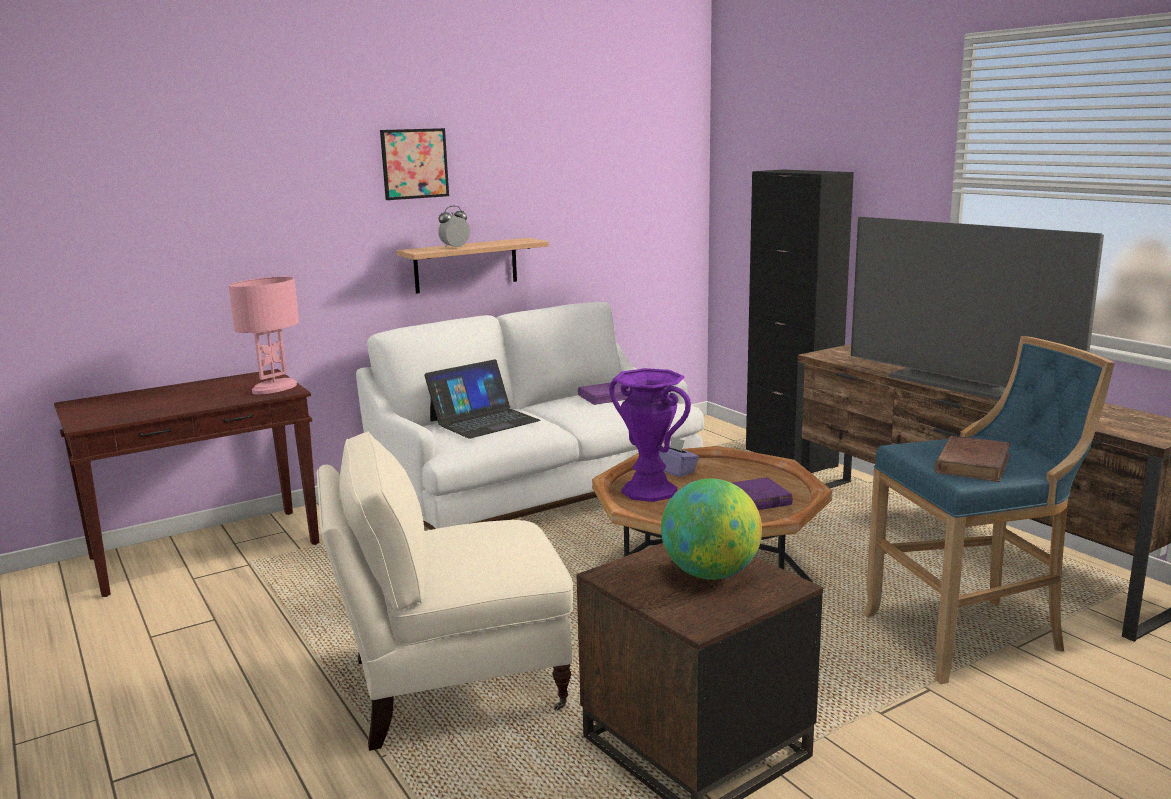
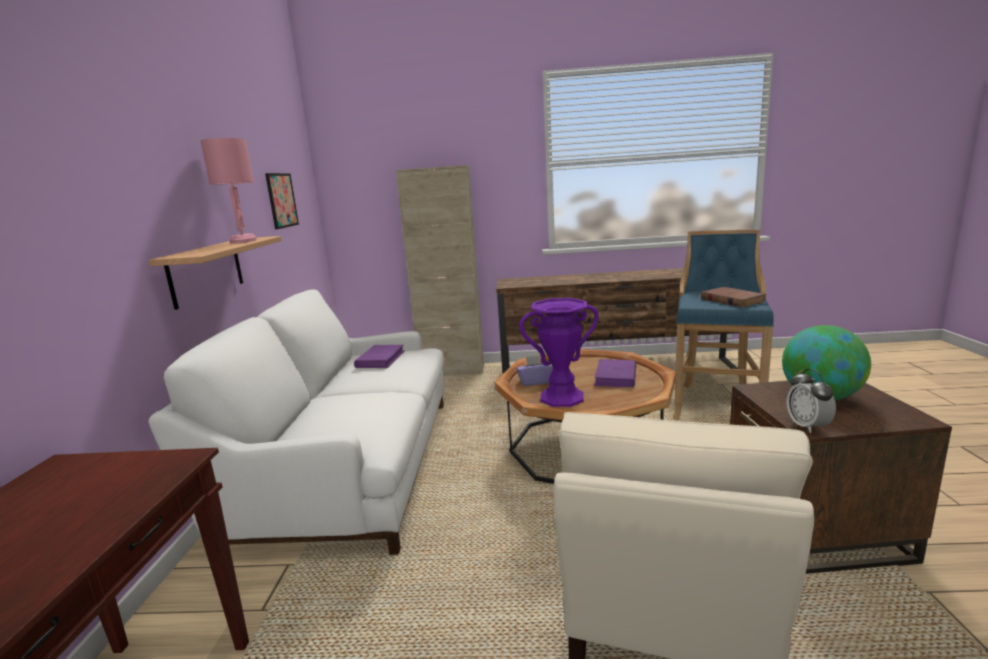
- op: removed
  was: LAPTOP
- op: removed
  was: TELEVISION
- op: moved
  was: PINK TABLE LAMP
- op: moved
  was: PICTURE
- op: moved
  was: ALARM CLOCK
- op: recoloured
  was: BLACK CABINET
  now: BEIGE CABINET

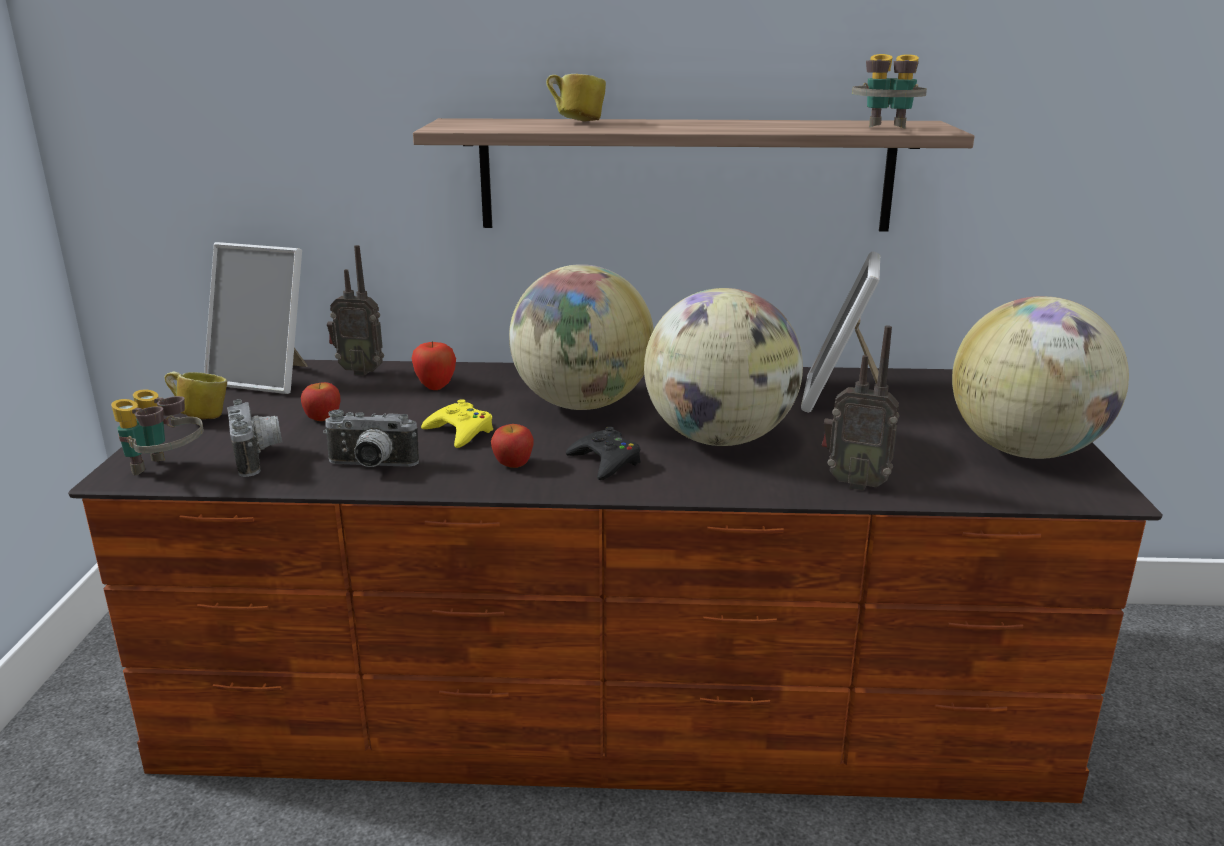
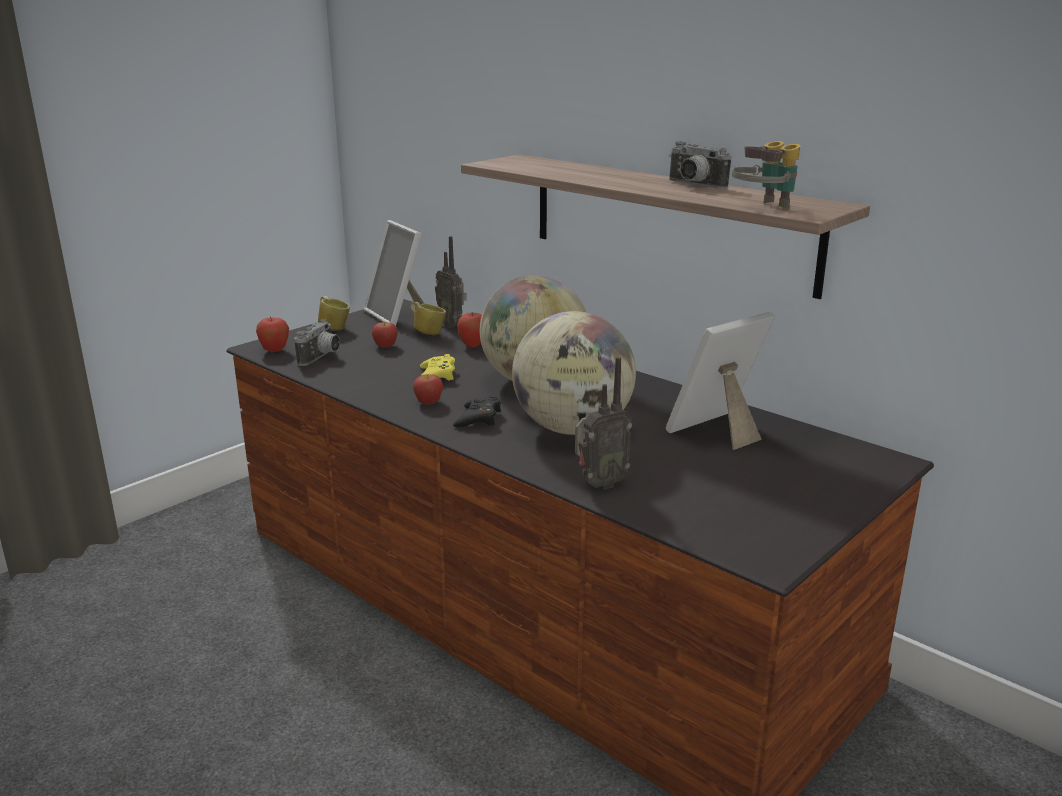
- op: removed
  was: GLOBE (3rd from left)
- op: moved
  was: PHOTO CAMERA (2nd from left)
- op: moved
  was: MUG (2nd from left)
- op: replaced
  was: BINOCULARS (1st from left)
  now: APPLE (1st from left)
- op: turned
  was: RADIO (2nd from left)
  clockwise: -90

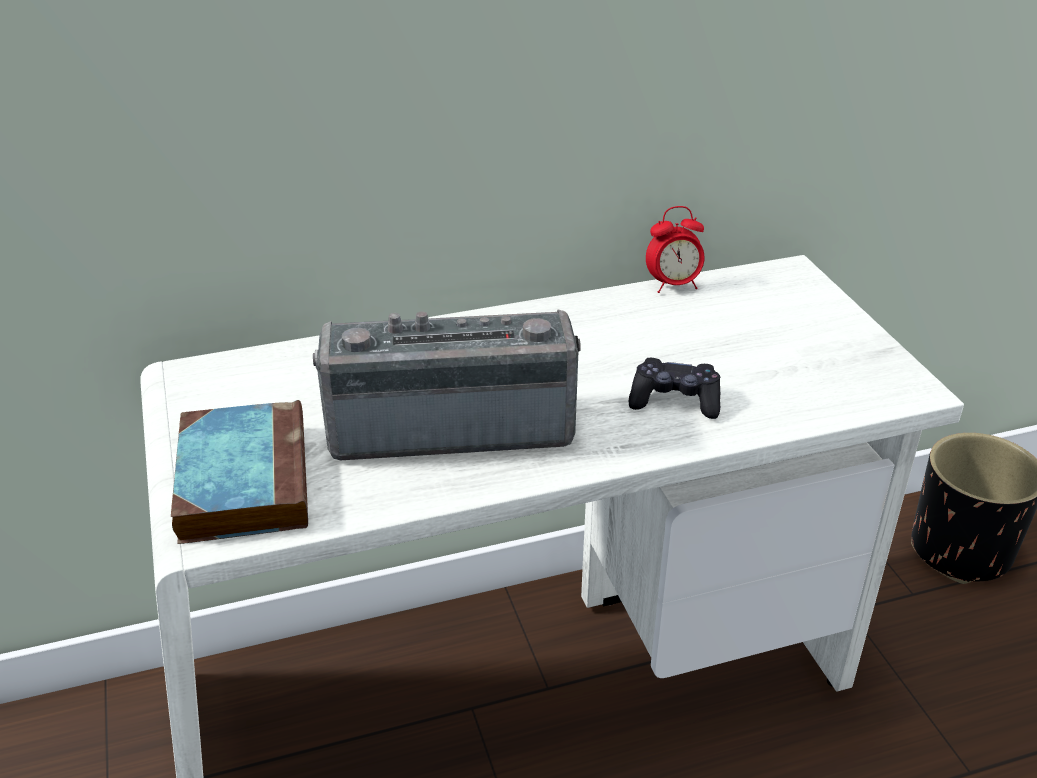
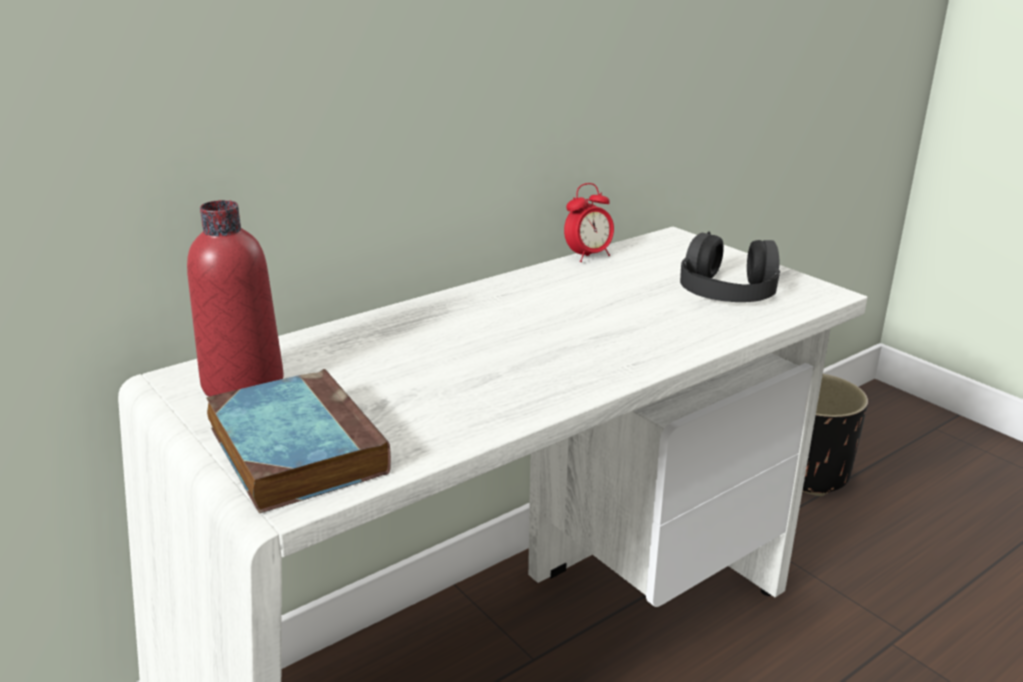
- op: removed
  was: RADIO
- op: removed
  was: BLACK GAME CONTROLLER
- op: added
  now: RED BOTTLE
- op: added
  now: BLACK HEADPHONES

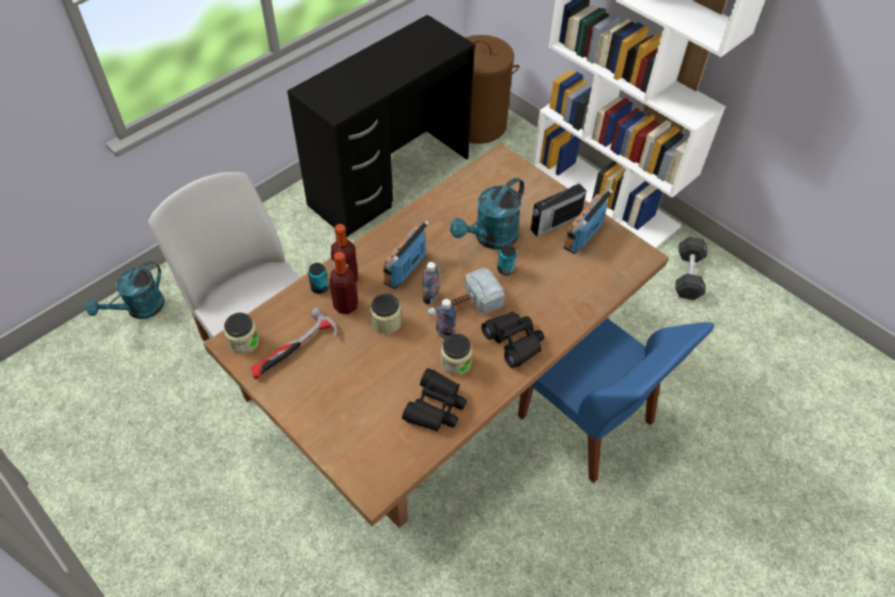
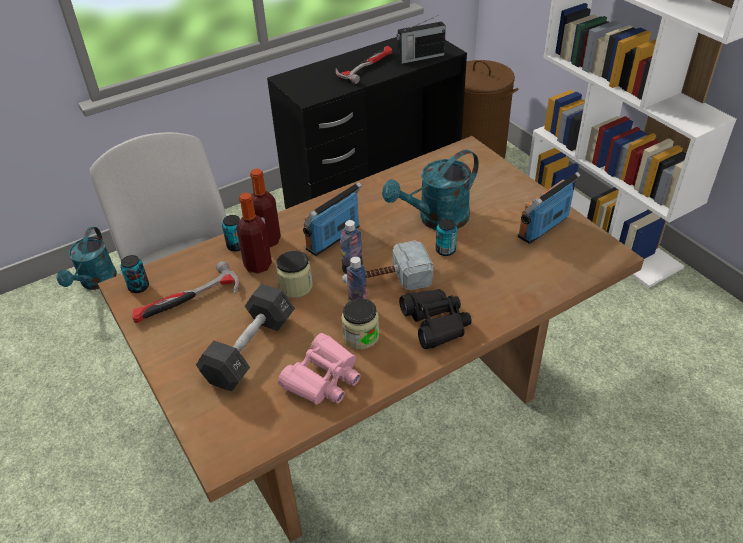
- op: removed
  was: BLUE CHAIR
- op: added
  now: HAMMER (2nd from left)
- op: moved
  was: RADIO (2nd from left)
- op: moved
  was: BLACK DUMBBELL
- op: replaced
  was: JAR (1st from left)
  now: CAN (1st from left)
- op: recoloured
  was: BLACK BINOCULARS (1st from left)
  now: PINK BINOCULARS
- op: turned
  was: TURQUOISE WATERING CAN (1st from left)
  clockwise: -45

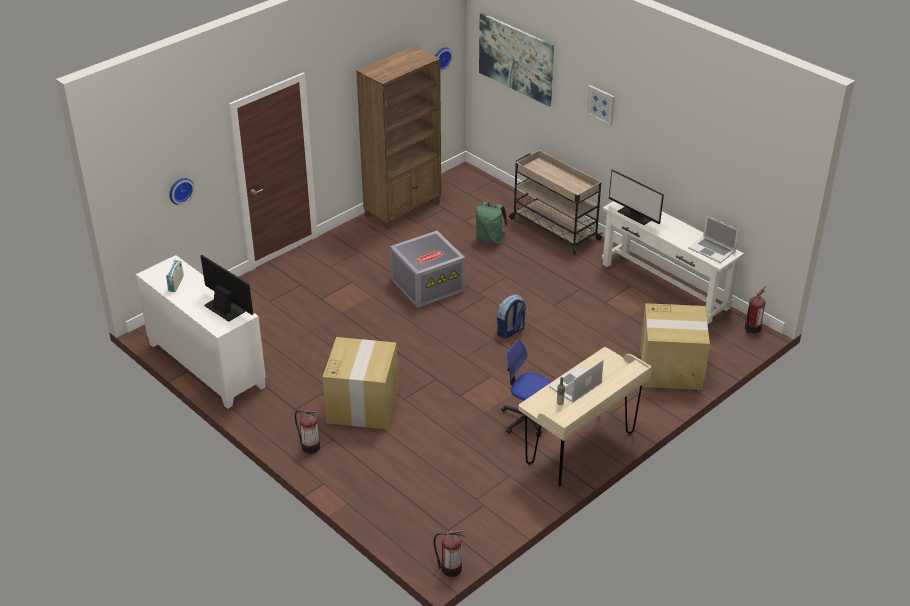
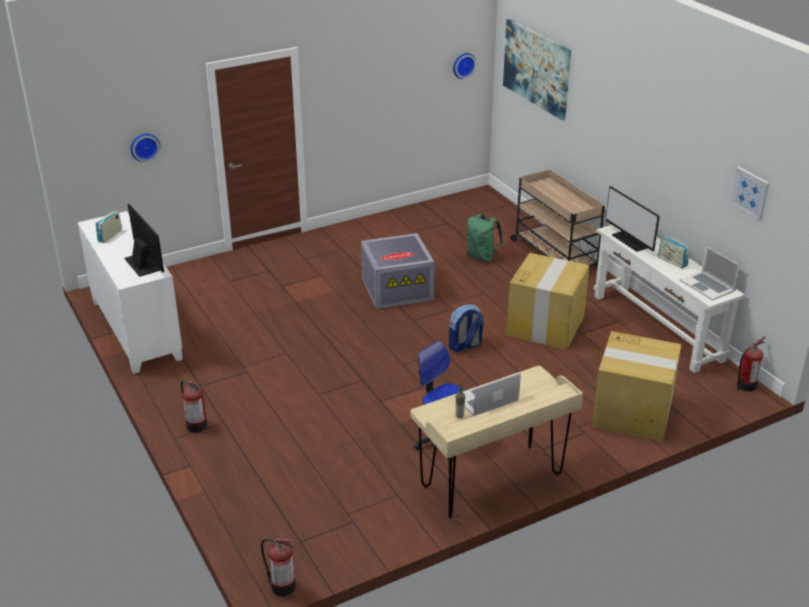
- op: removed
  was: BROWN BOOKCASE
- op: added
  now: RADIO (2nd from left)
- op: moved
  was: CARDBOARD BOX (1st from left)
- op: moved
  was: PICTURE (2nd from left)

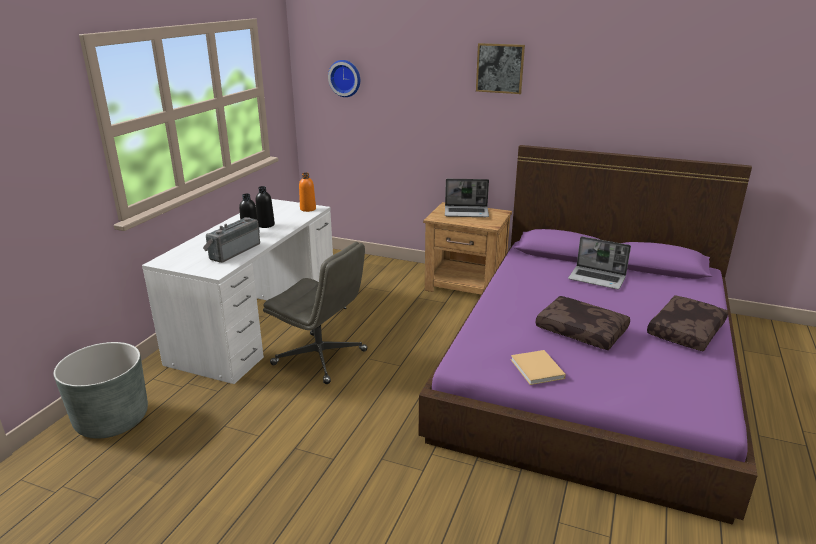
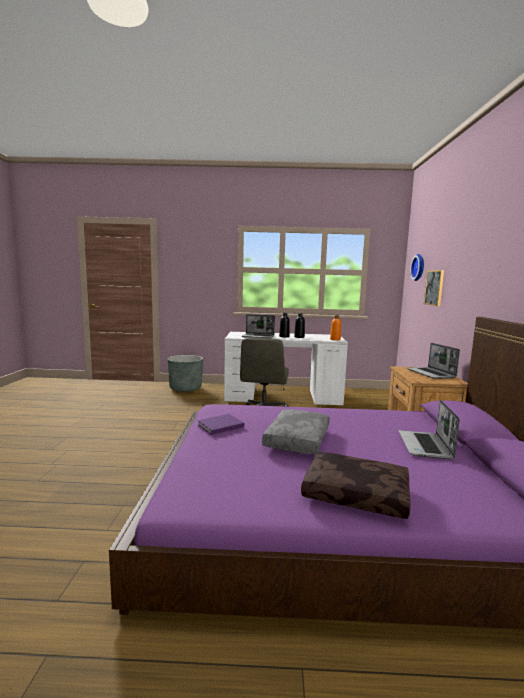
- op: moved
  was: PICTURE
- op: replaced
  was: RADIO
  now: LAPTOP (1st from left)
- op: recoloured
  was: BEIGE BOOK
  now: PURPLE BOOK
- op: recoloured
  was: BROWN PILLOW (1st from left)
  now: GREY PILLOW

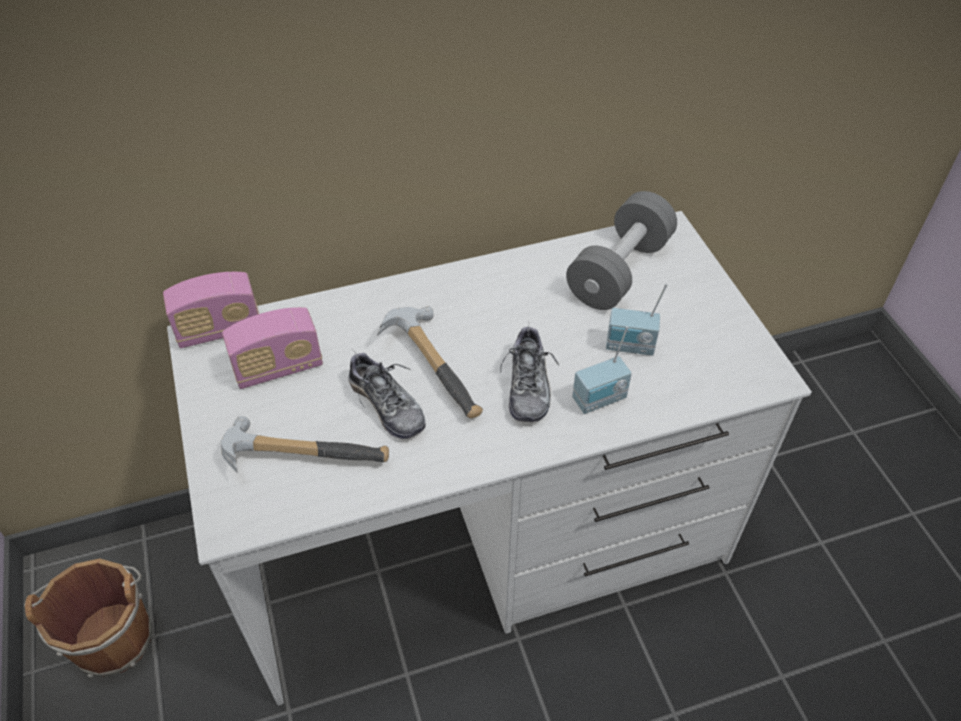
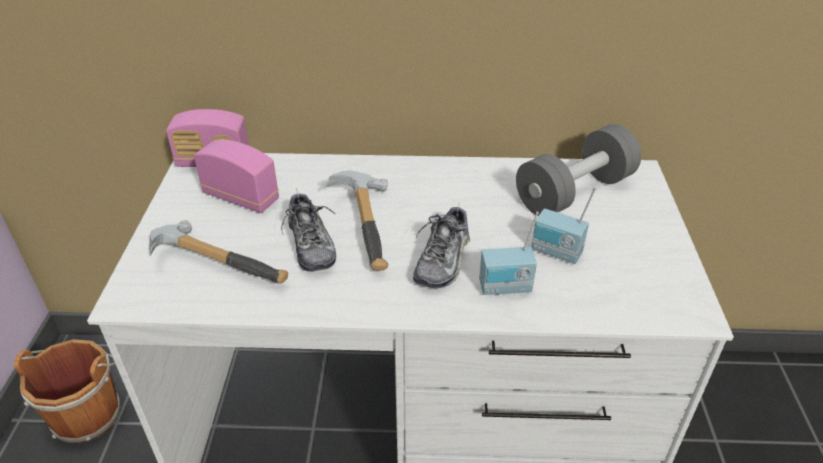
- op: turned
  was: RADIO (2nd from left)
  clockwise: -150

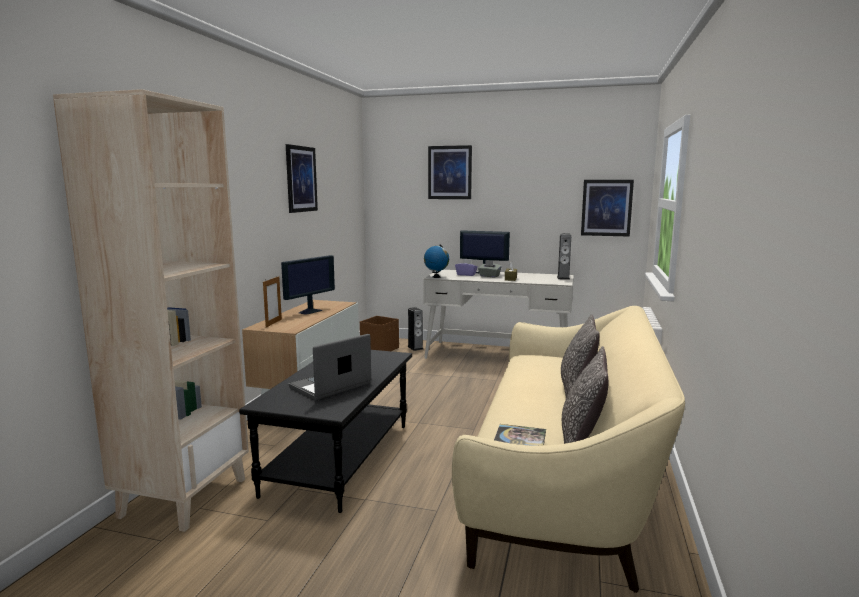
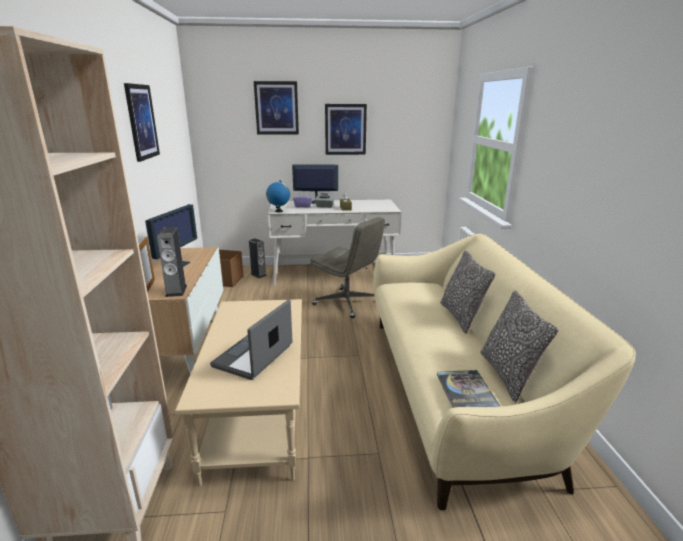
- op: added
  now: GREY OFFICE CHAIR
- op: moved
  was: SPEAKER (2nd from left in the first image)
  now: SPEAKER (1st from left)
- op: moved
  was: PICTURE (3rd from left)
- op: recoloured
  was: BLACK COFFEE TABLE
  now: BEIGE COFFEE TABLE

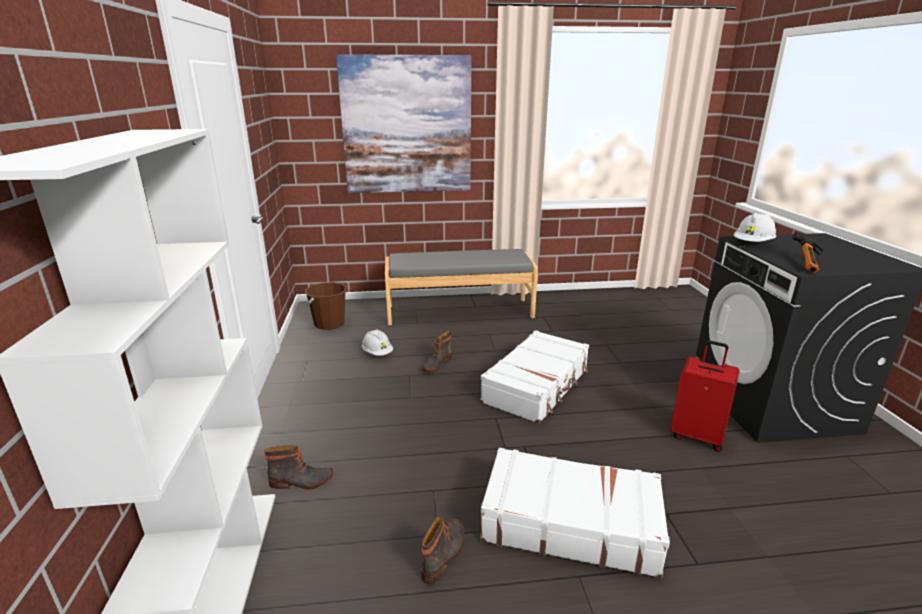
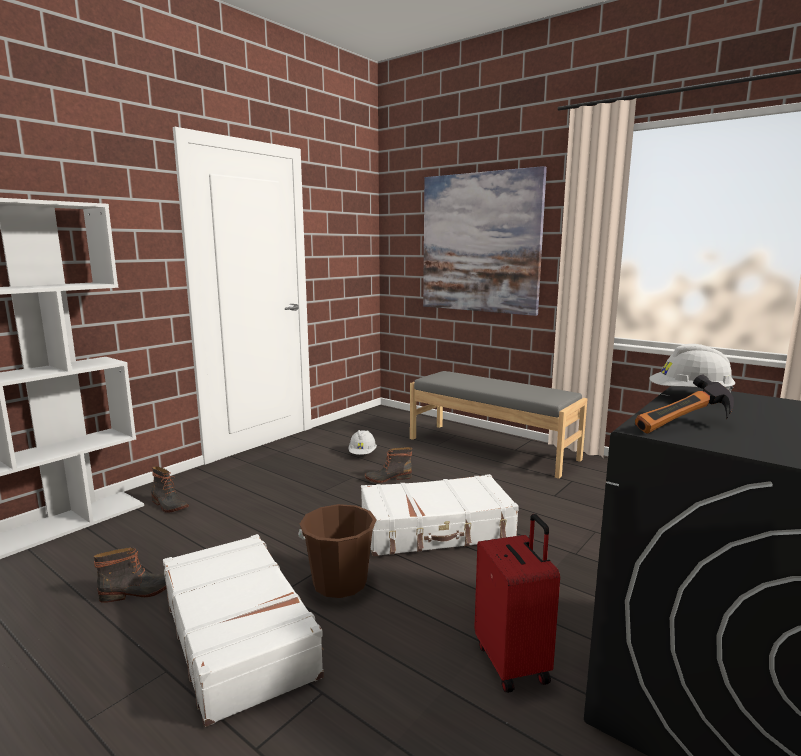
- op: moved
  was: BROWN BUCKET

